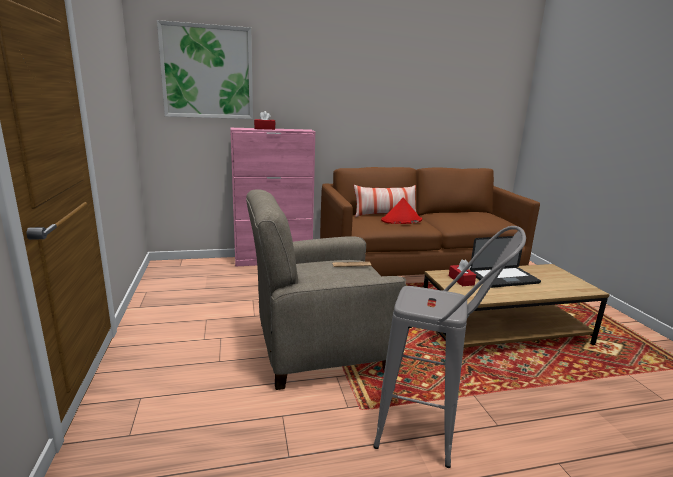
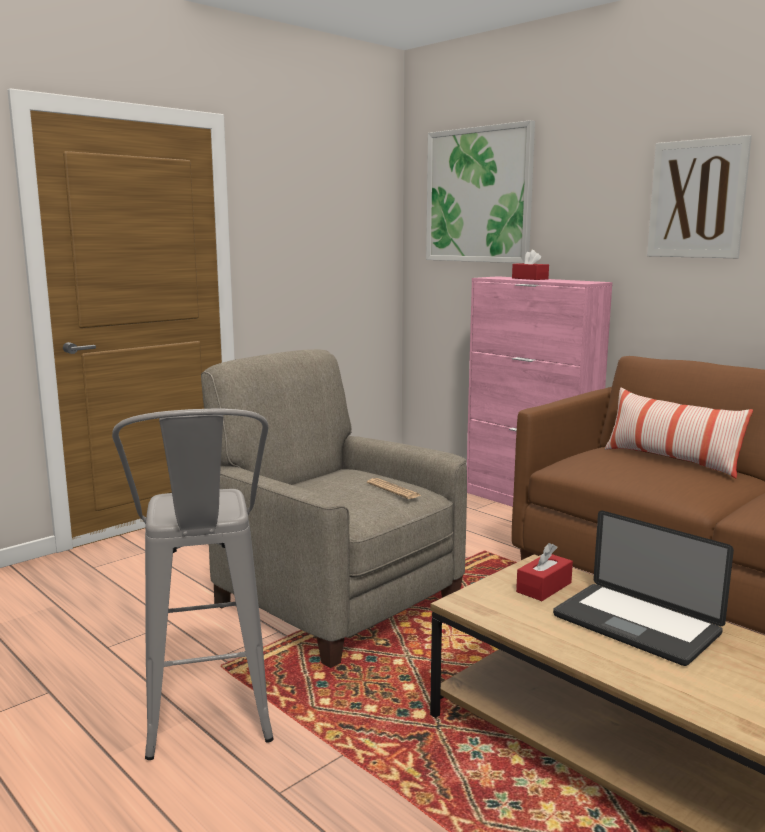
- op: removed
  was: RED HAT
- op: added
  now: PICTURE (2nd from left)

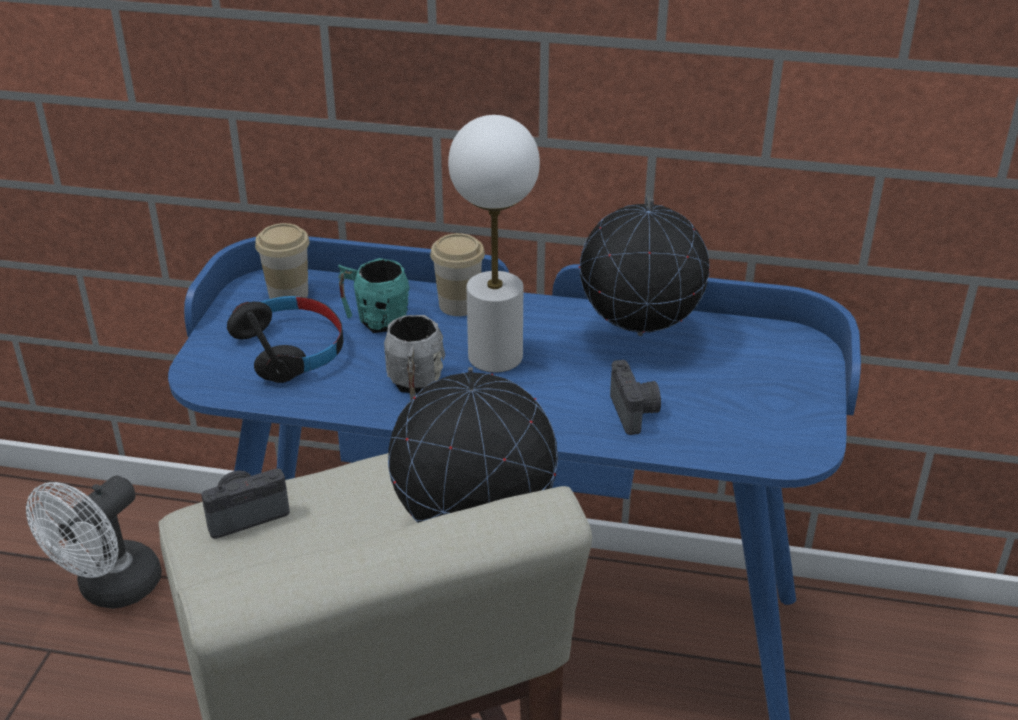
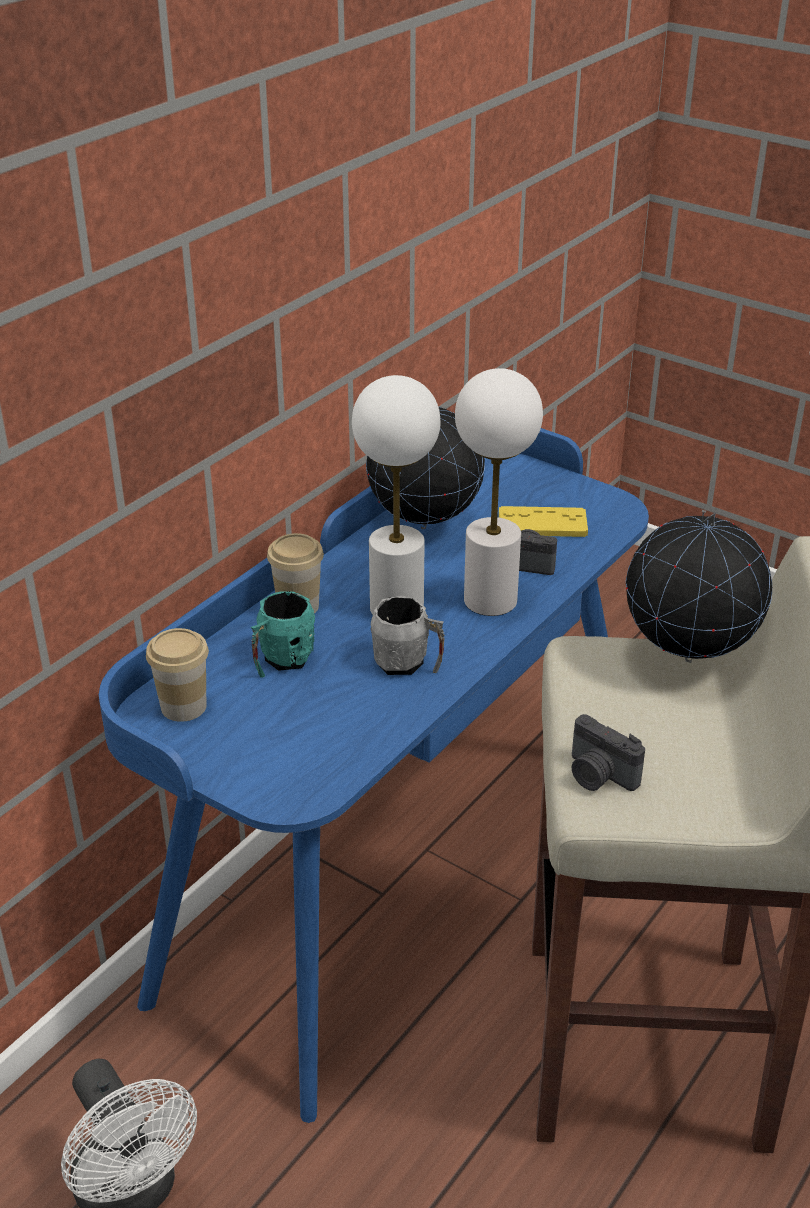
- op: removed
  was: BLACK HEADPHONES
- op: added
  now: WHITE TABLE LAMP (2nd from left)
- op: added
  now: YELLOW GAME CONTROLLER
- op: turned
  was: PHOTO CAMERA (1st from left in the first image)
  clockwise: -45

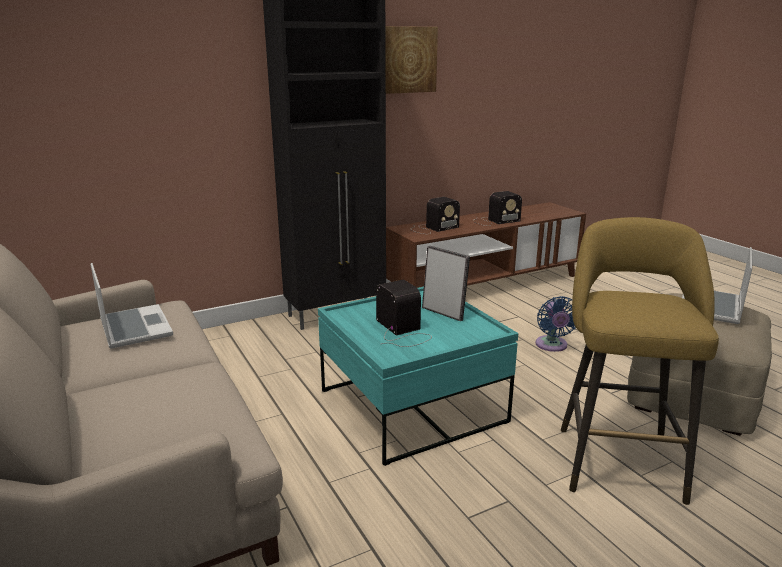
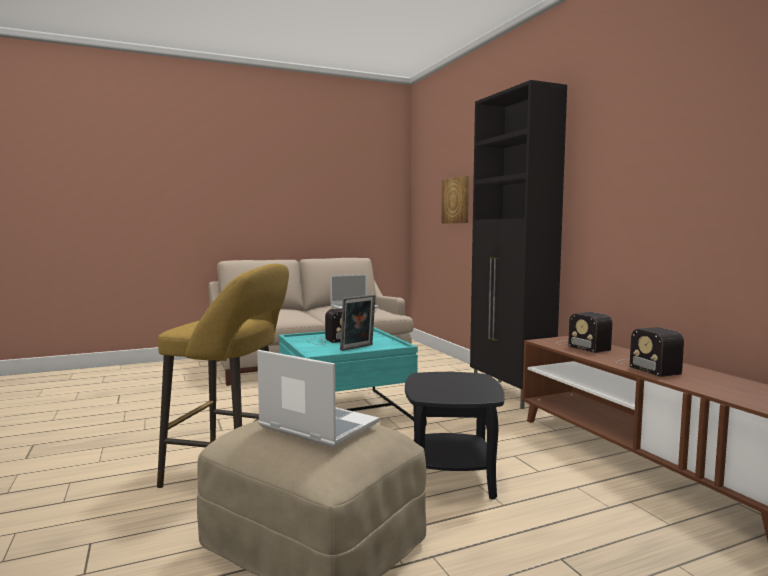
- op: moved
  was: PICTURE
- op: replaced
  was: BLUE FAN
  now: BLACK SIDE TABLE

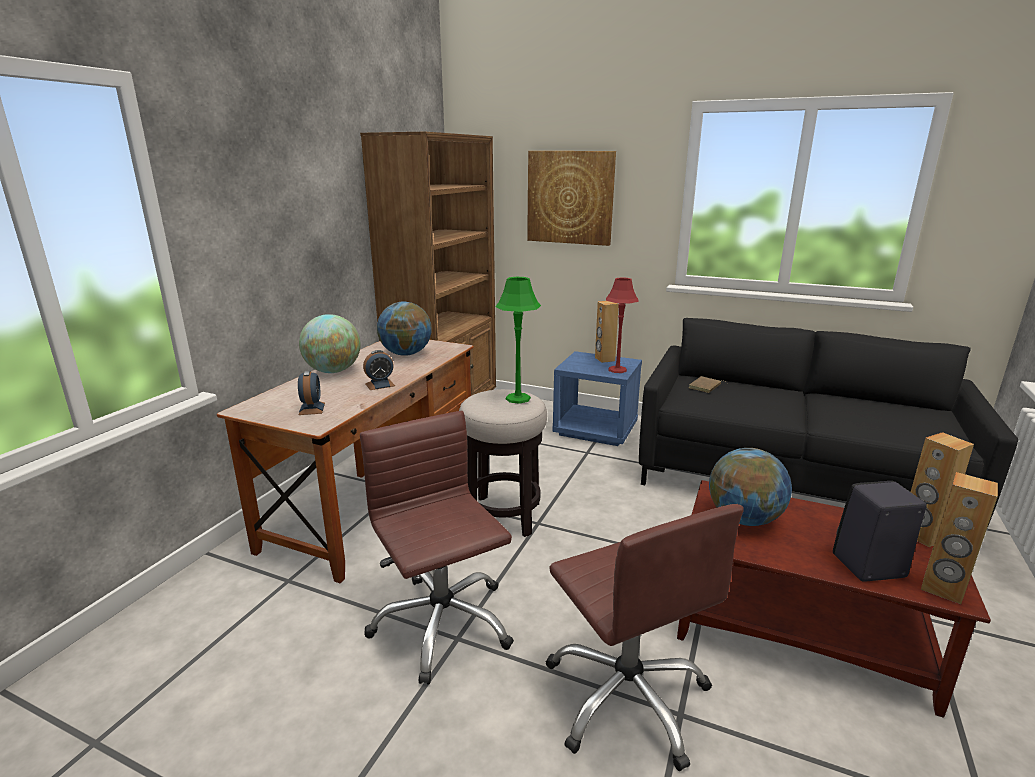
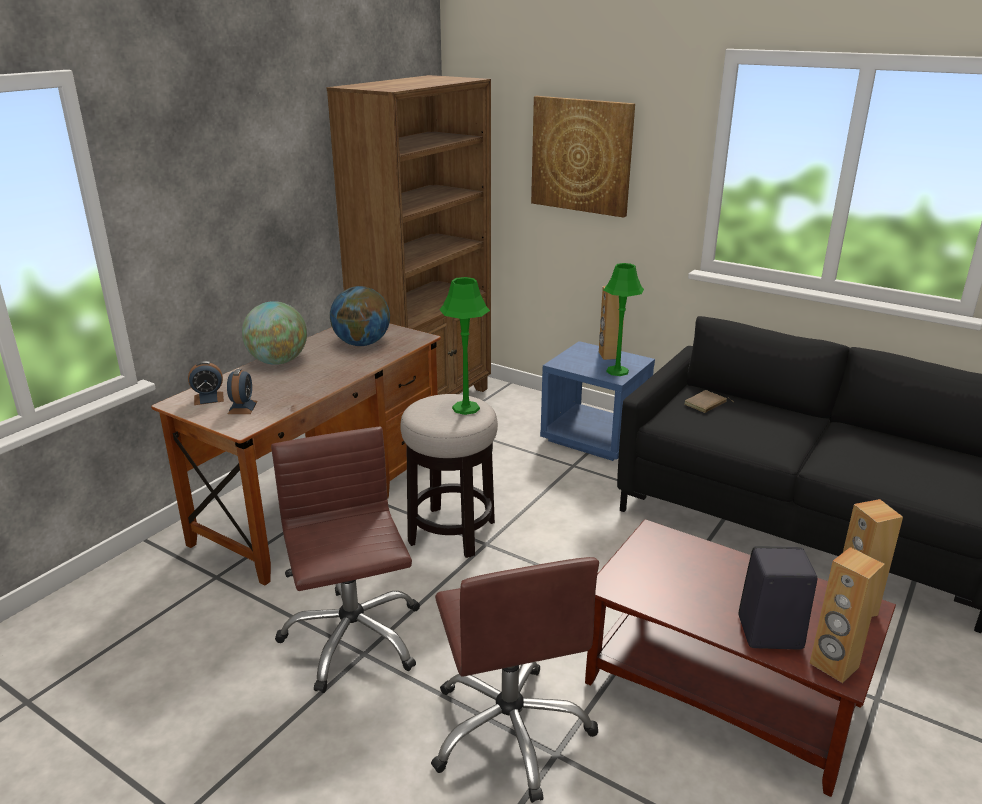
- op: removed
  was: GLOBE (3rd from left)
- op: moved
  was: ALARM CLOCK (2nd from left in the first image)
  now: ALARM CLOCK (1st from left)
- op: recoloured
  was: RED TABLE LAMP
  now: GREEN TABLE LAMP (2nd from left)

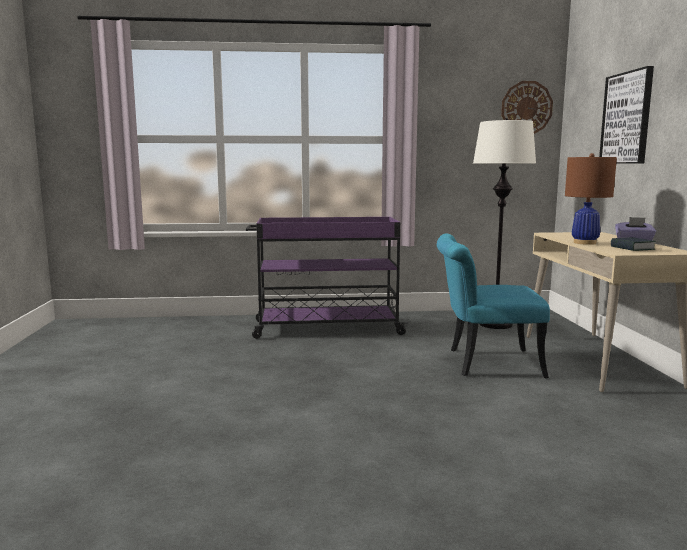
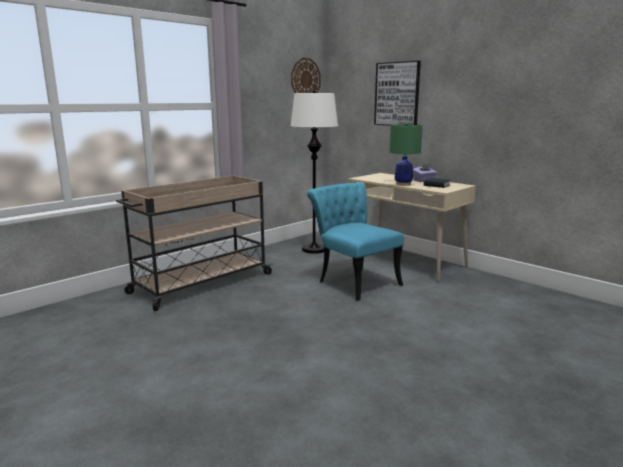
- op: recoloured
  was: PURPLE CART
  now: BEIGE CART
- op: recoloured
  was: BROWN TABLE LAMP
  now: GREEN TABLE LAMP
- op: turned
  was: TURQUOISE CHAIR
  clockwise: 90

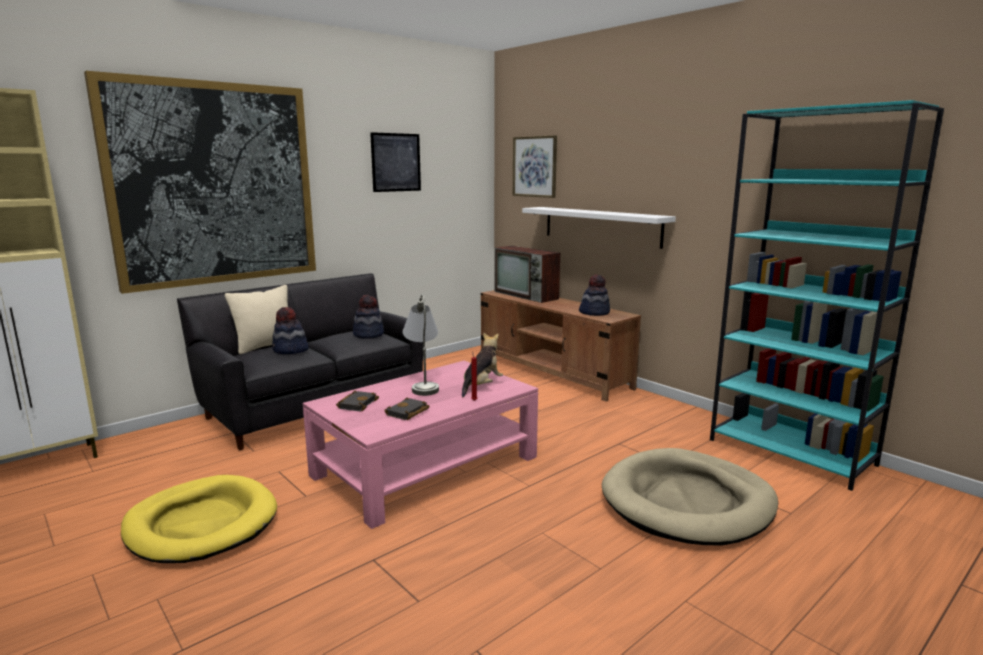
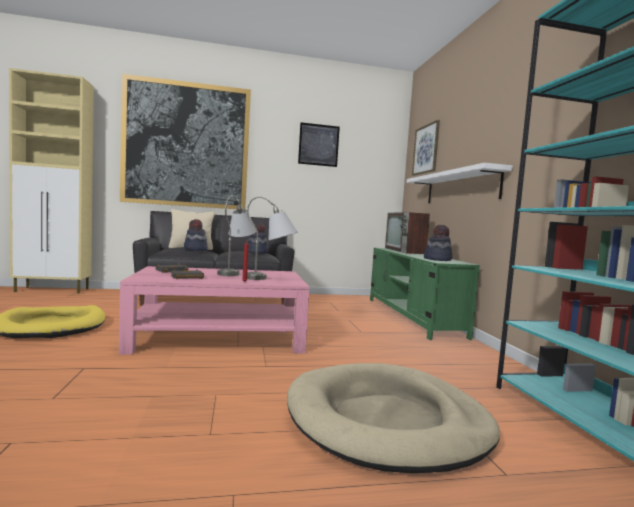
- op: replaced
  was: PLUSH TOY
  now: GREY TABLE LAMP (2nd from left)
- op: recoloured
  was: BROWN TV STAND
  now: GREEN TV STAND

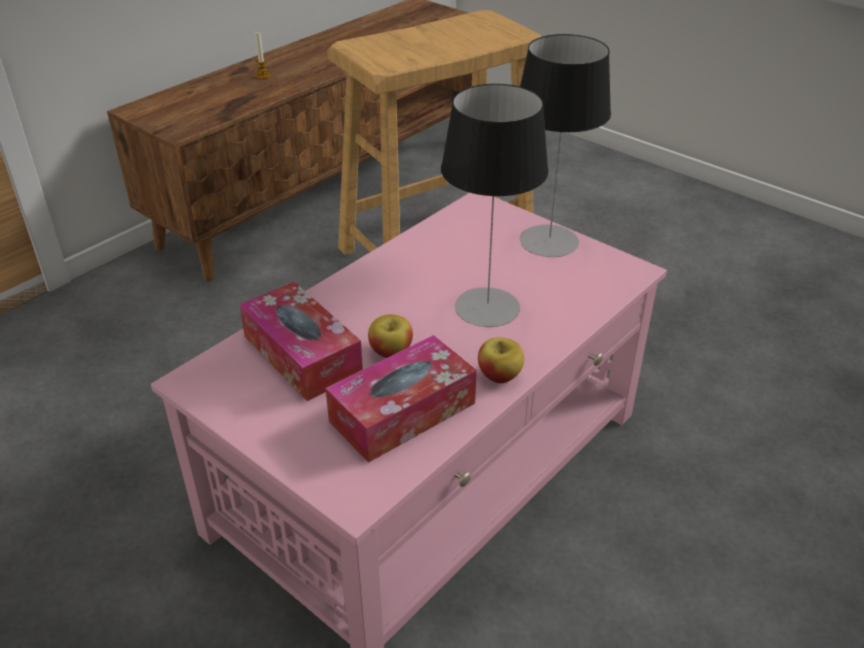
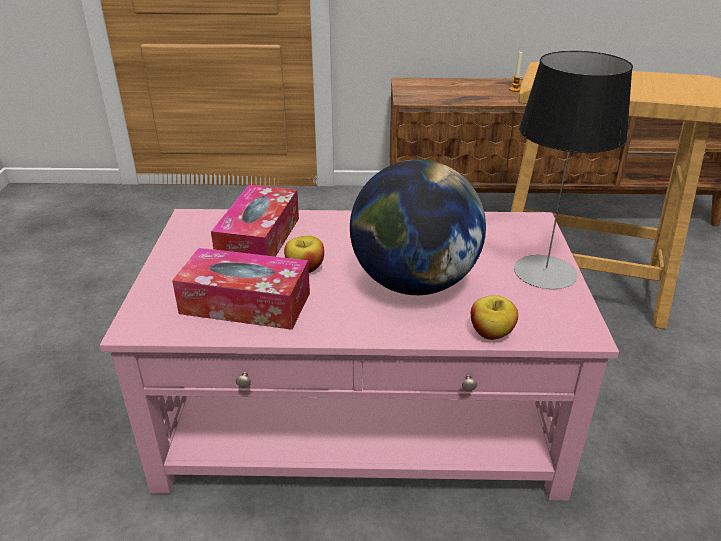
- op: moved
  was: APPLE (2nd from left)
- op: replaced
  was: TABLE LAMP (1st from left)
  now: GLOBE

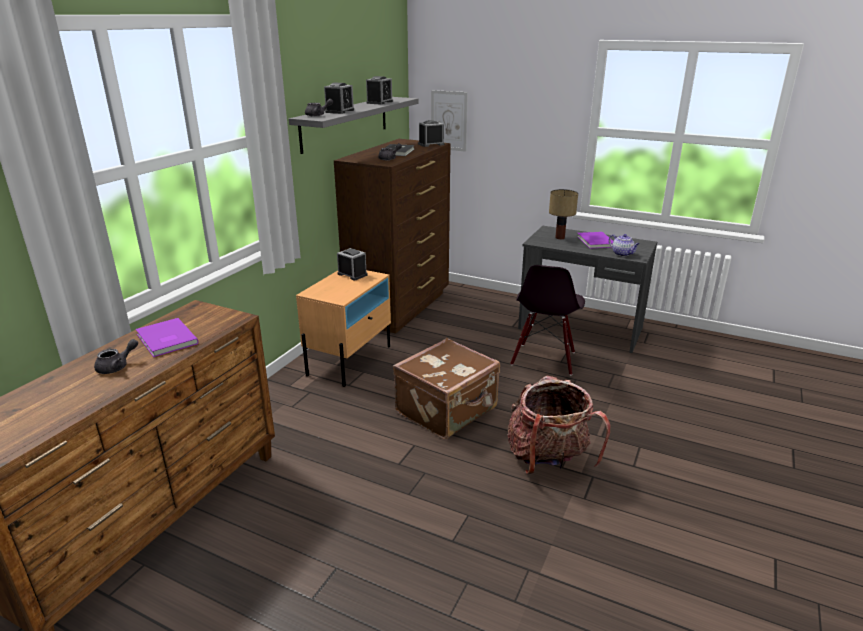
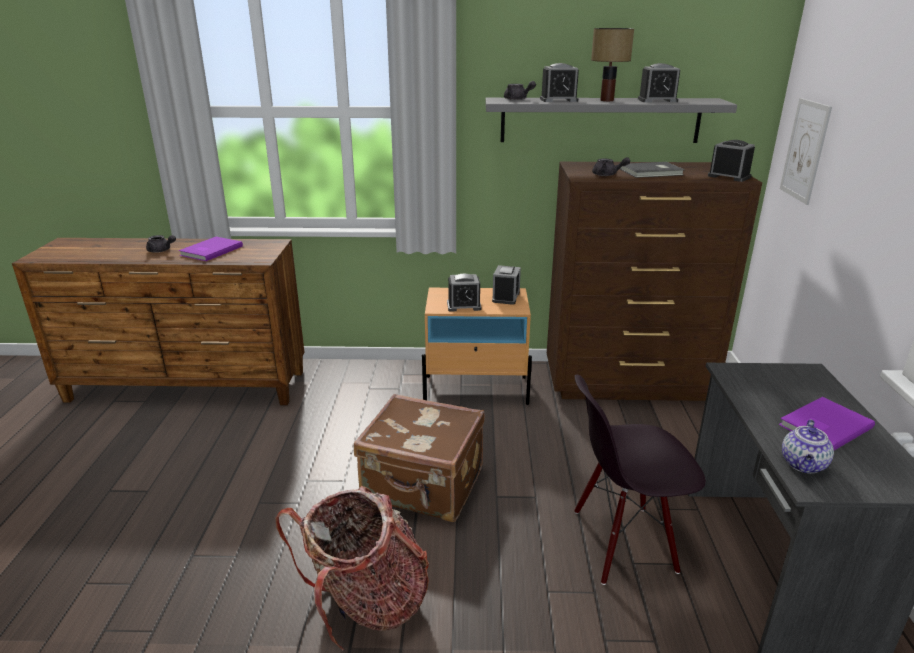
- op: added
  now: ALARM CLOCK (1st from left)
- op: moved
  was: TABLE LAMP

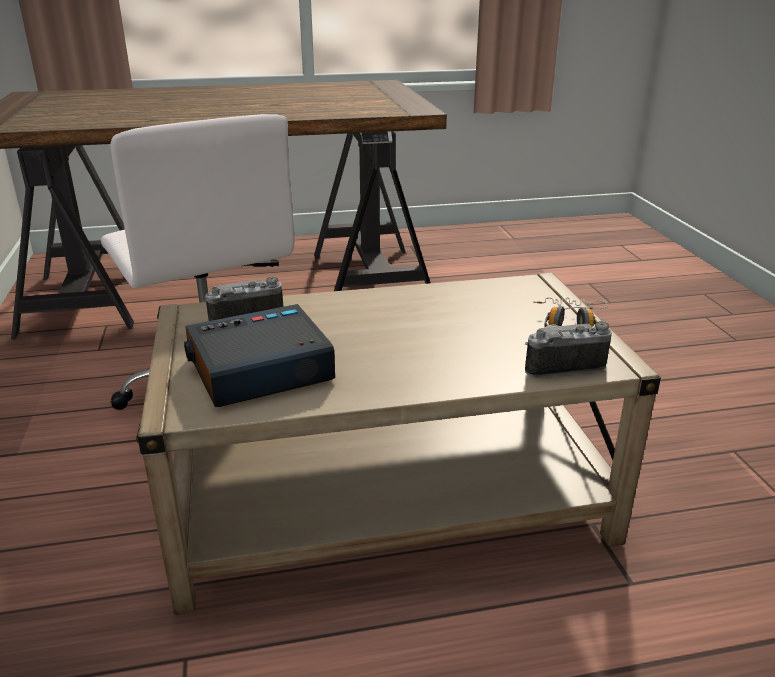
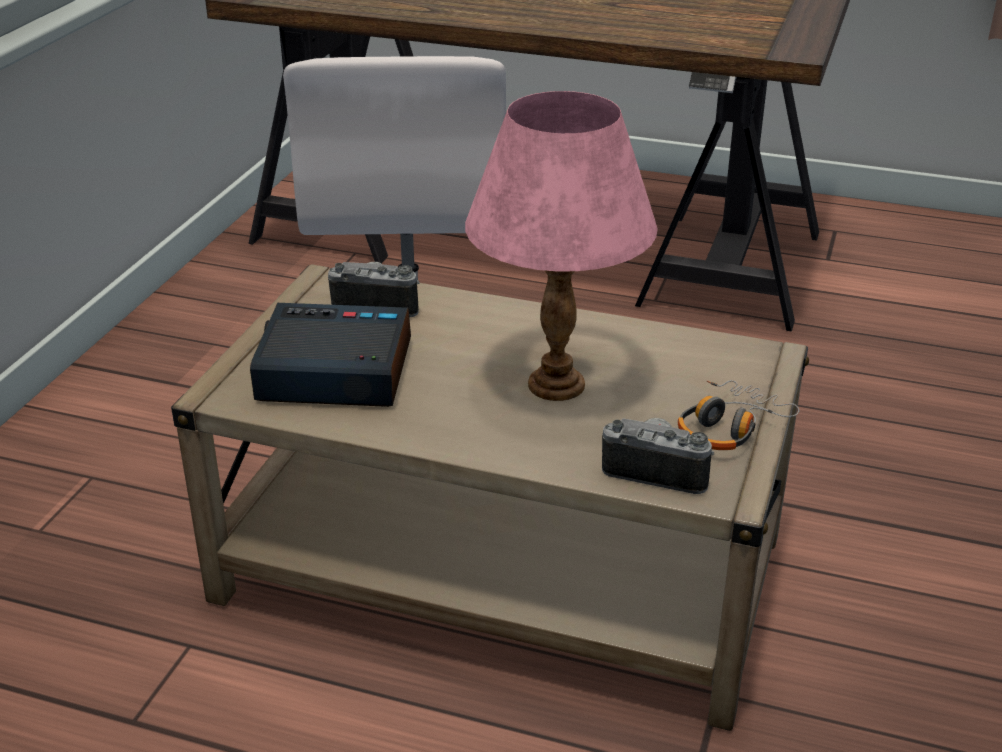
- op: added
  now: PINK TABLE LAMP

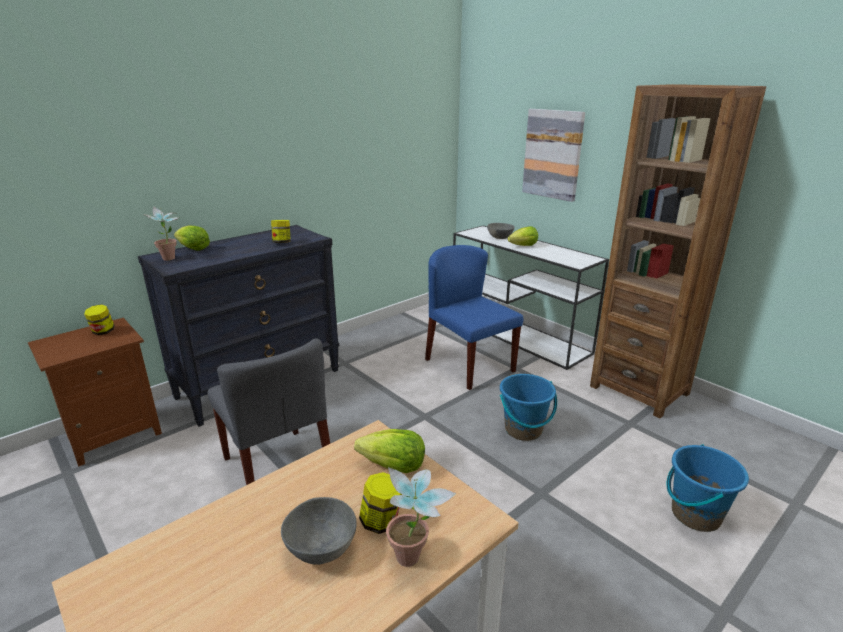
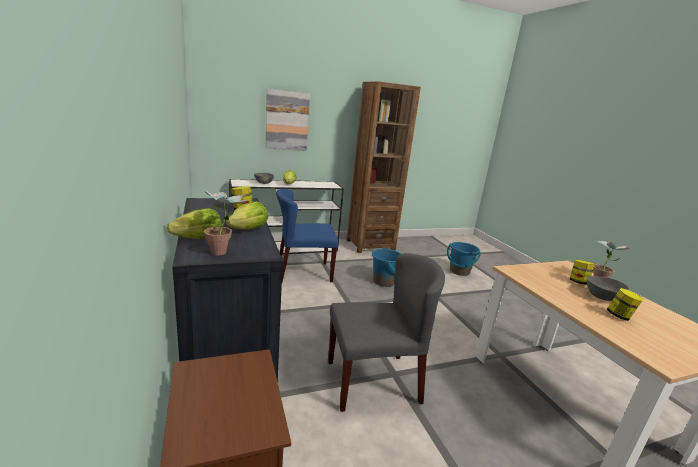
- op: moved
  was: JAR (1st from left in the first image)
  now: JAR (3rd from left)
- op: moved
  was: LETTUCE (2nd from left)

